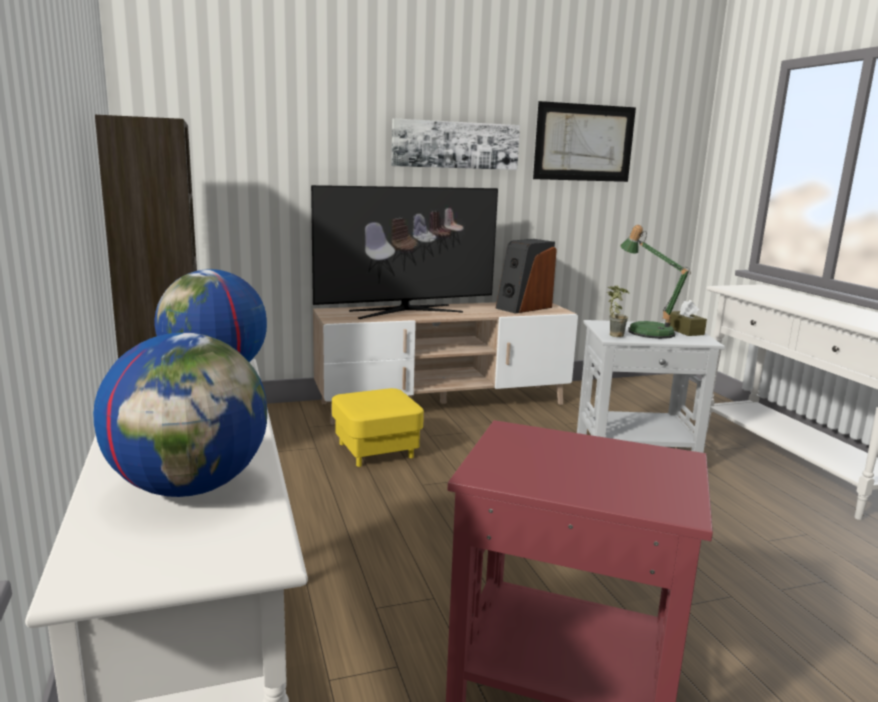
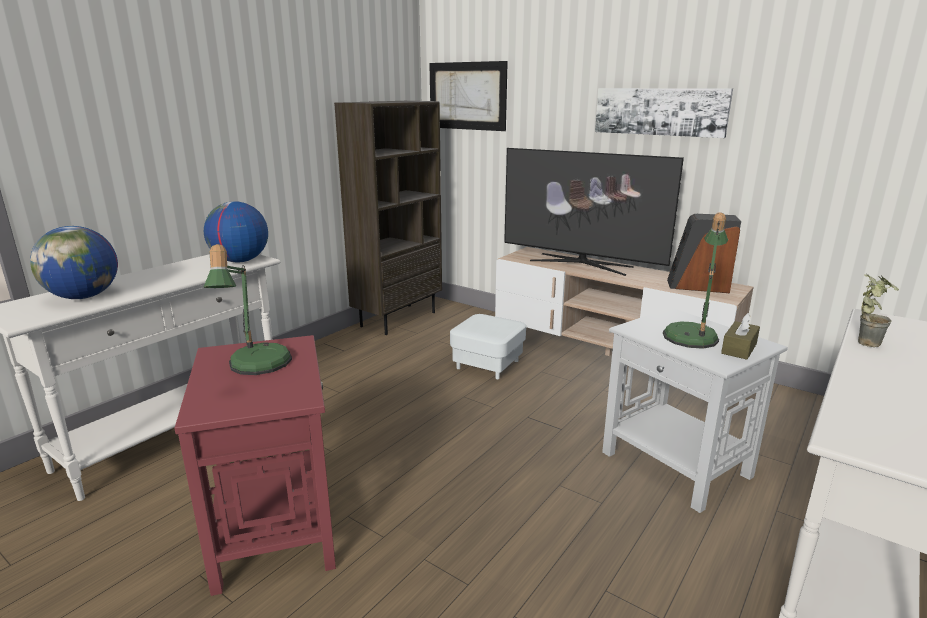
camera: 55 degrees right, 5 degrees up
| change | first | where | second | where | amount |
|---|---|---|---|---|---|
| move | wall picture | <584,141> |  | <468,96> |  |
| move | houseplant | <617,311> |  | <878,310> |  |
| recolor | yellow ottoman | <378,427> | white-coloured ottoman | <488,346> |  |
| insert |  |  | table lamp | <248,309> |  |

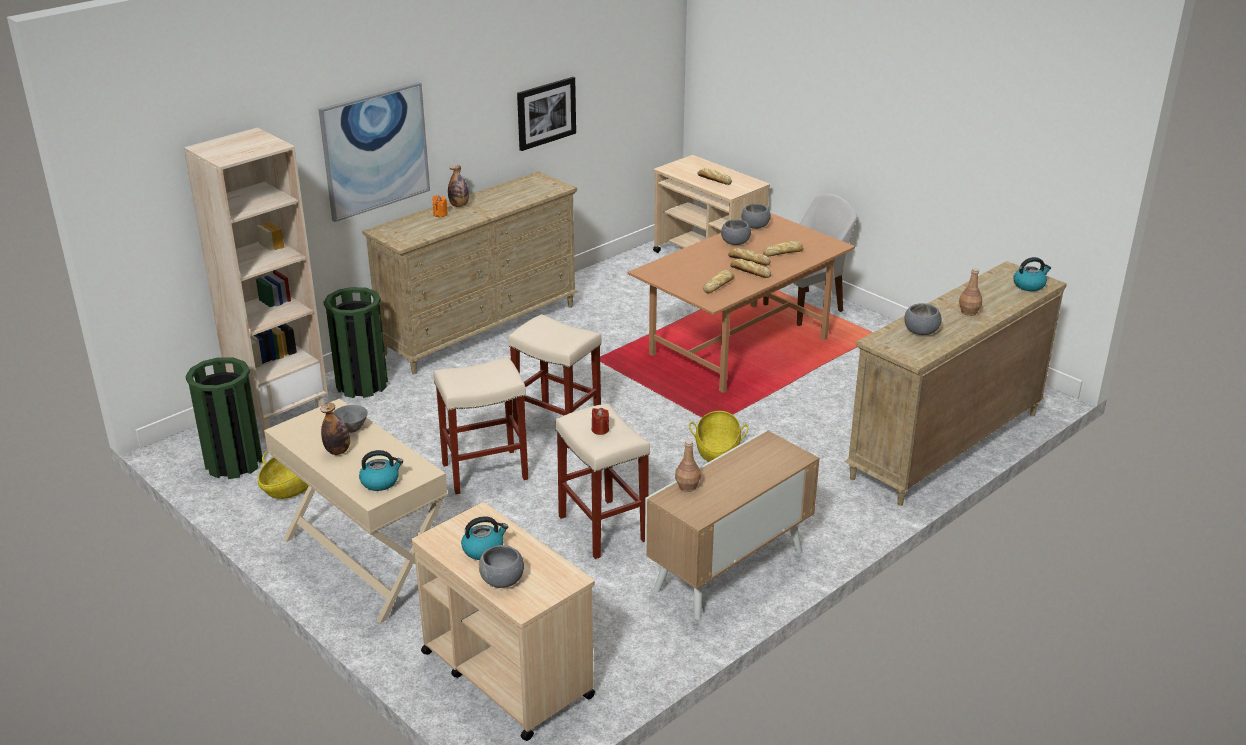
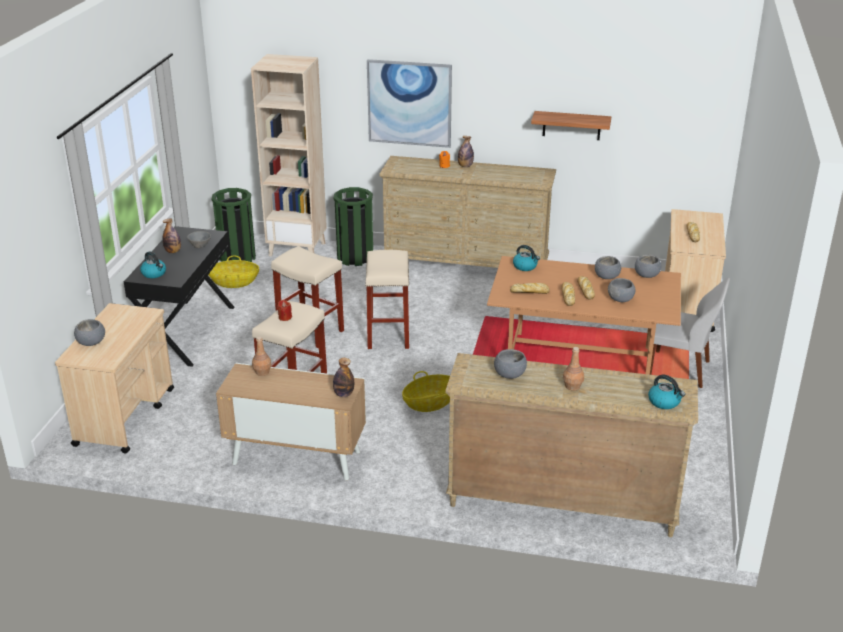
camera: 55 degrees right, 0 degrees up
| change | first | where | second | where | amount |
|---|---|---|---|---|---|
| replace | wall picture | <546,114> | wall shelf | <571,125> |  |
| replace | baked bread | <783,249> | grey deep dish | <622,290> |  |
| recolor | beige-coloured narrow table | <356,511> | black narrow table | <179,296> |  |
| move | kettle | <484,538> |  | <526,258> |  |
| insert |  |  | bottle | <343,377> |  |

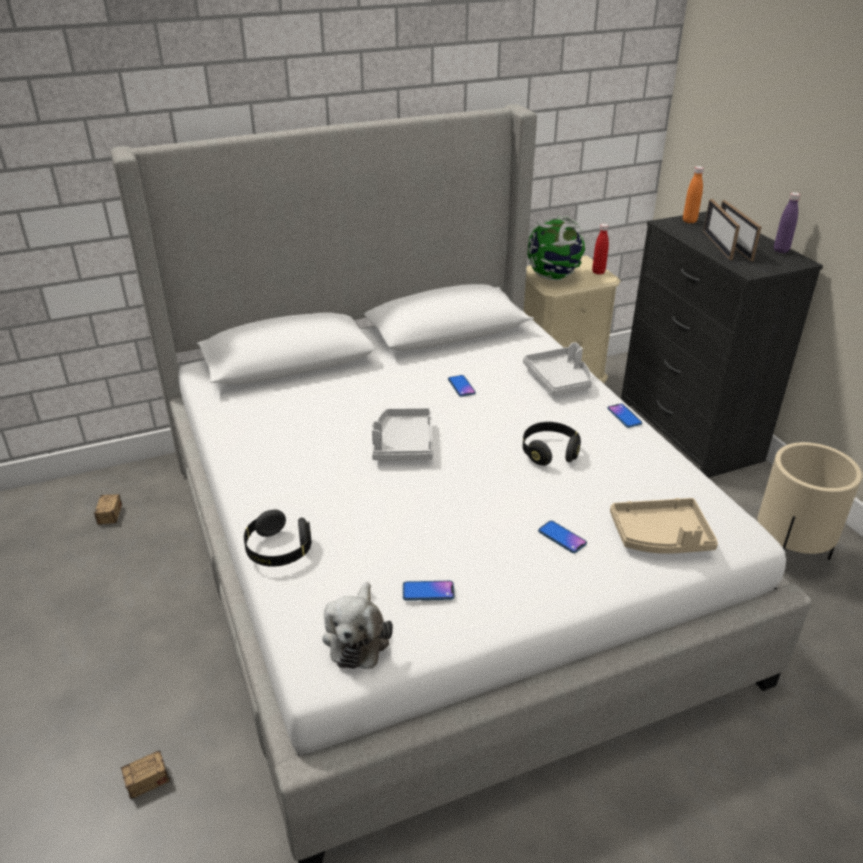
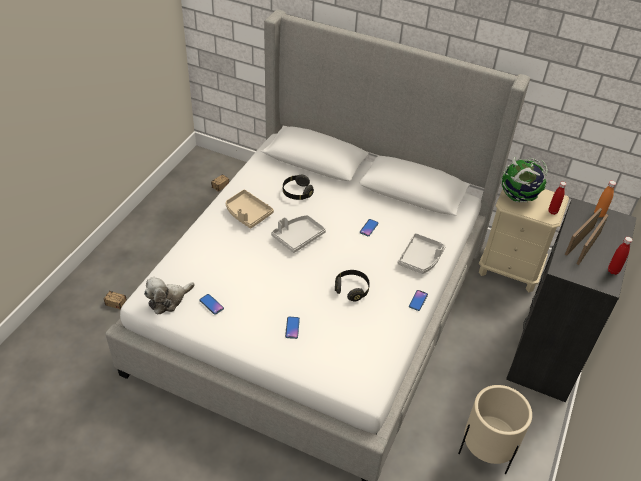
camera: 45 degrees right, 10 degrees up
| change | first | where | second | where | amount |
|---|---|---|---|---|---|
| recolor | purple bottle | <787,222> | red bottle | <620,256> |  |
| move | beige-coloured carrying tray | <664,526> |  | <249,208> |  |
| move | black headset | <278,538> |  | <298,187> |  |

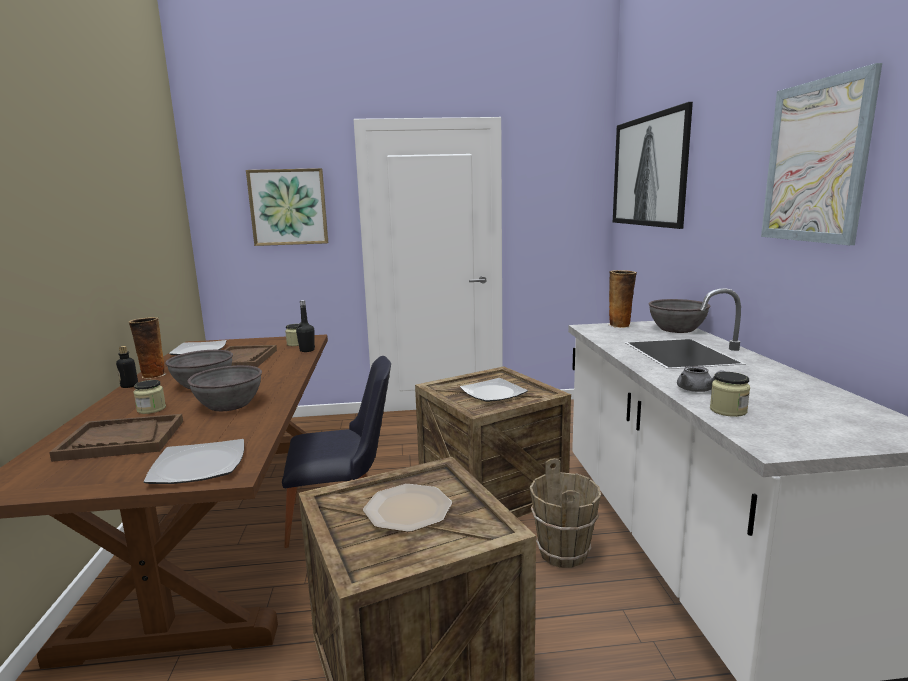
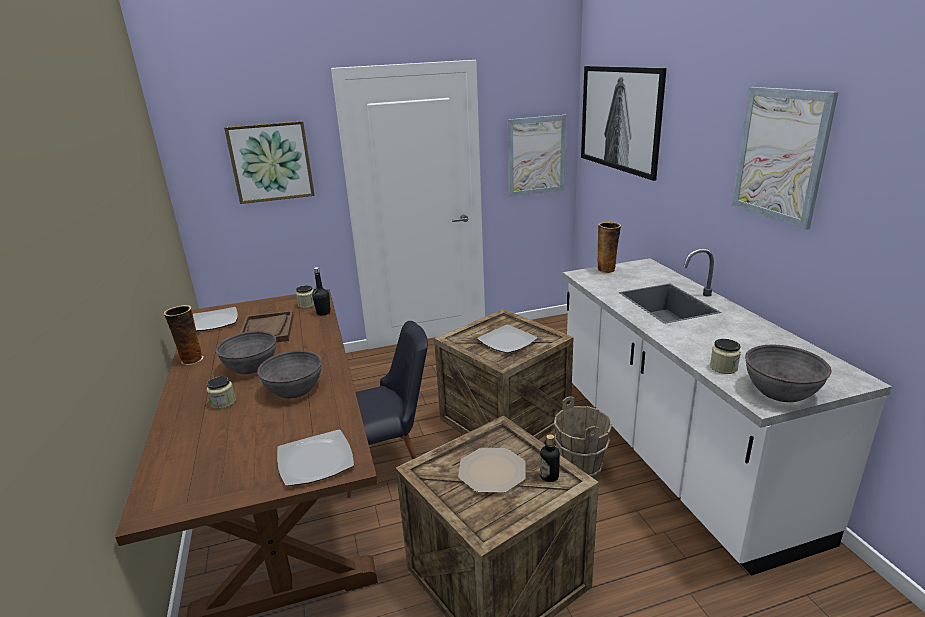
camera: 10 degrees left, 10 degrees up
| change | first | where | second | where | amount |
|---|---|---|---|---|---|
| move | grey deep dish | <679,316> |  | <788,373> |  |
| move | bottle | <127,367> |  | <550,458> |  |
| delete | grey tea pot | <701,379> |  |  |  |
| delete | brown carrying tray | <116,438> |  |  |  |
| insert |  |  | wall picture | <536,156> |  |

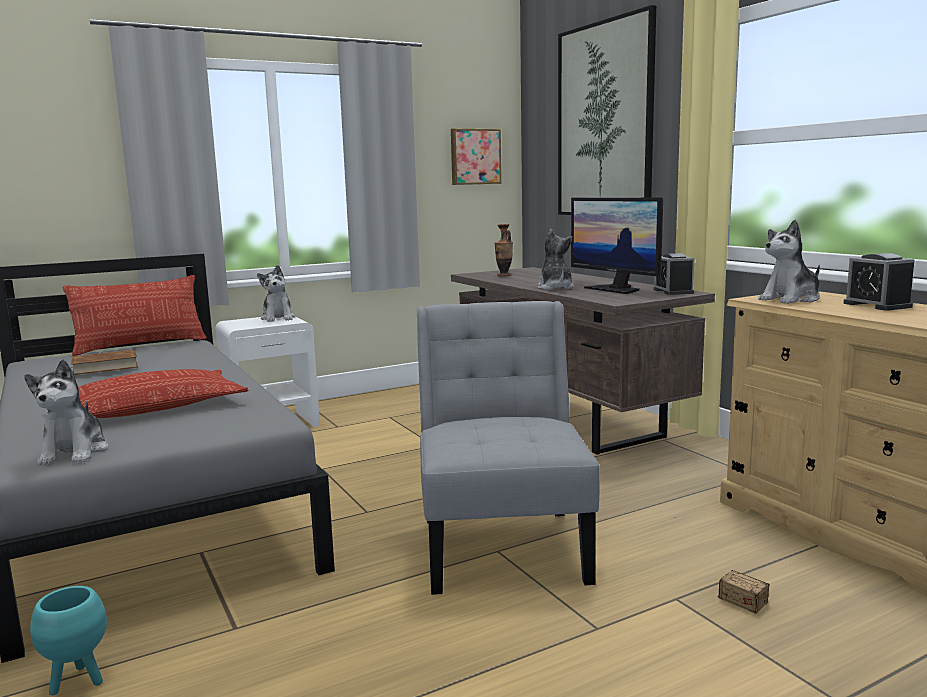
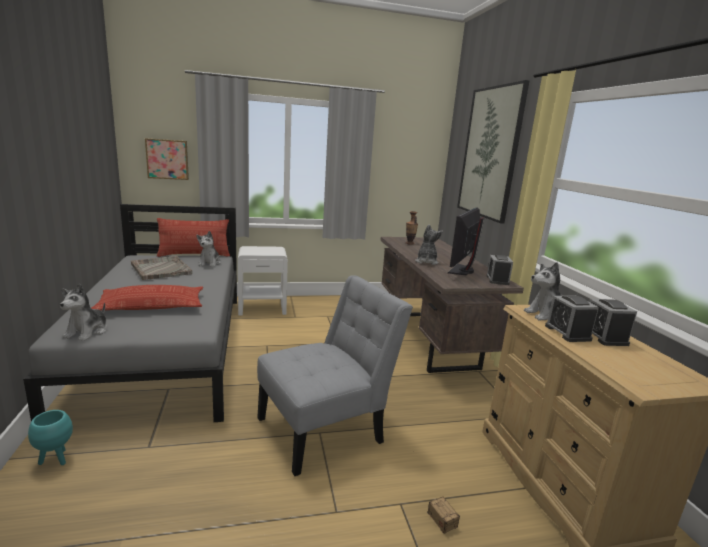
camera: 15 degrees right, 5 degrees up
| change | first | where | second | where | amount |
|---|---|---|---|---|---|
| move | wall picture | <476,156> |  | <167,159> |  |
| rotate | computer screen | <617,246> |  | <466,241> | 45 degrees clockwise |
| move | cuddly toy | <276,293> |  | <208,249> |  |
| rotate | grey chair | <508,448> |  | <335,375> | 45 degrees clockwise |
| replace | brown volume | <104,362> | grey carrying tray | <161,268> |  |
| insert |  |  | table clock | <572,319> |  |

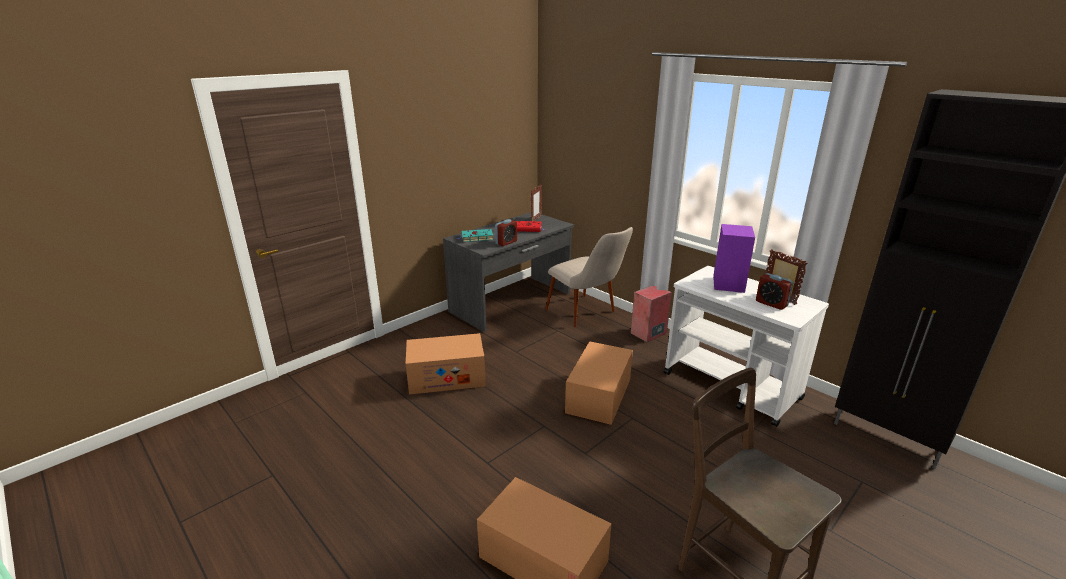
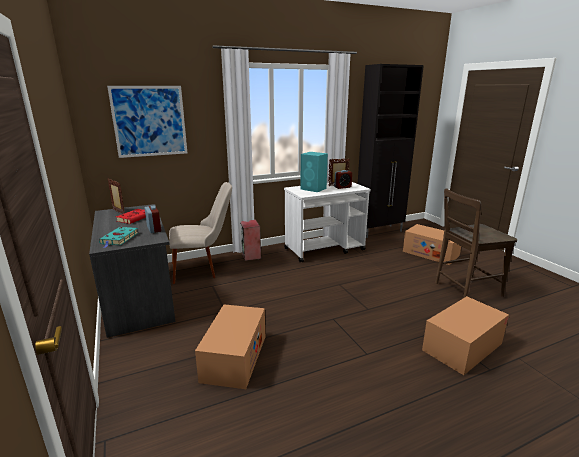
camera: 70 degrees left, 5 degrees down
| change | first | where | second | where | amount |
|---|---|---|---|---|---|
| recolor | purple loudspeaker | <734,258> | turquoise-coloured loudspeaker | <314,172> |  |
| move | cardboard box | <599,383> |  | <432,244> |  |
| insert |  |  | wall picture | <147,122> |  |

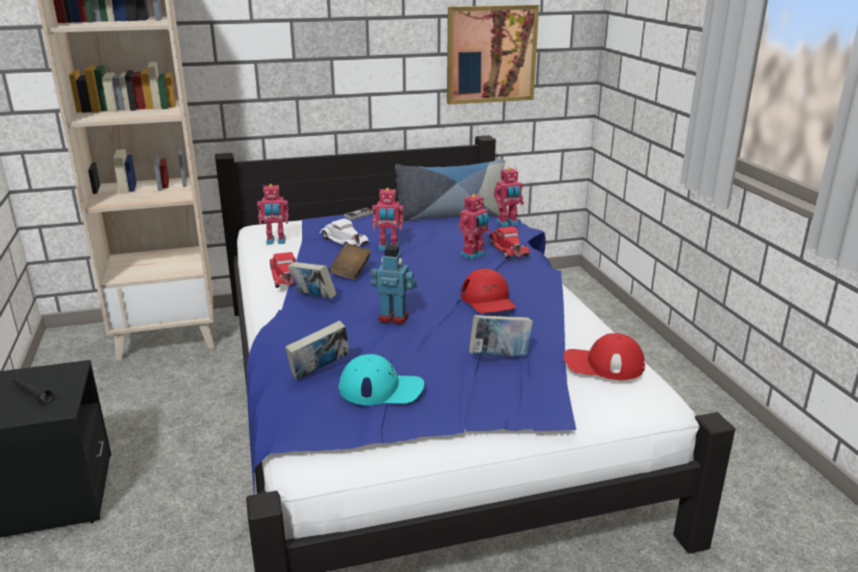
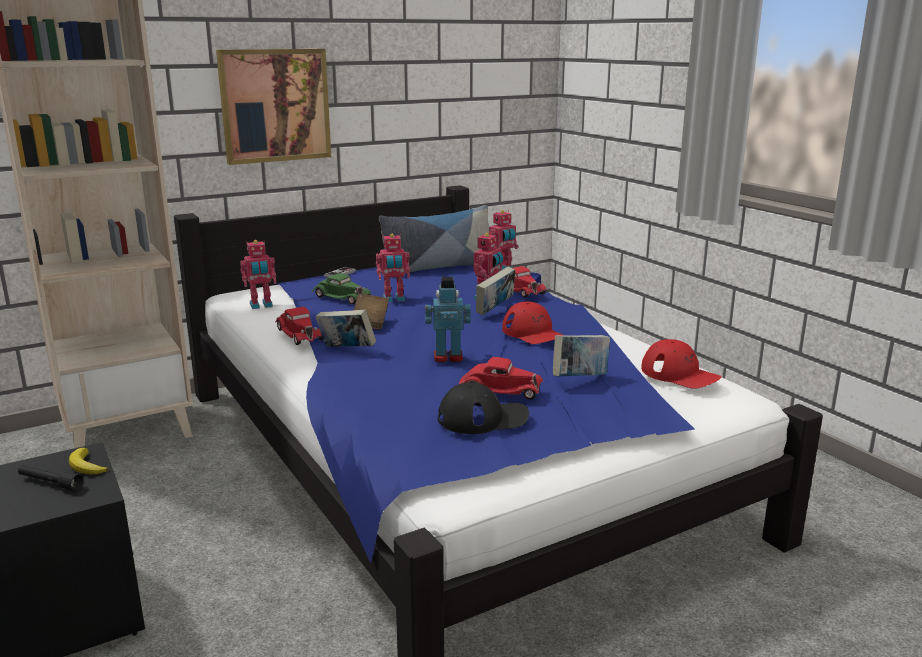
camera: 15 degrees left, 5 degrees down
| change | first | where | second | where | amount |
|---|---|---|---|---|---|
| move | wall picture | <493,55> |  | <273,107> |  |
| recolor | white-coloured model car | <344,232> | green-coloured model car | <341,288> |  |
| move | volume | <317,350> |  | <495,290> |  |
| rotate | red cap | <604,356> |  | <681,364> | 135 degrees counterclockwise |
| recolor | turquoise-coloured cap | <381,379> | black cap | <483,408> |  |
| insert |  |  | red model car | <501,378> |  |
| insert |  |  | banana | <89,461> |  |

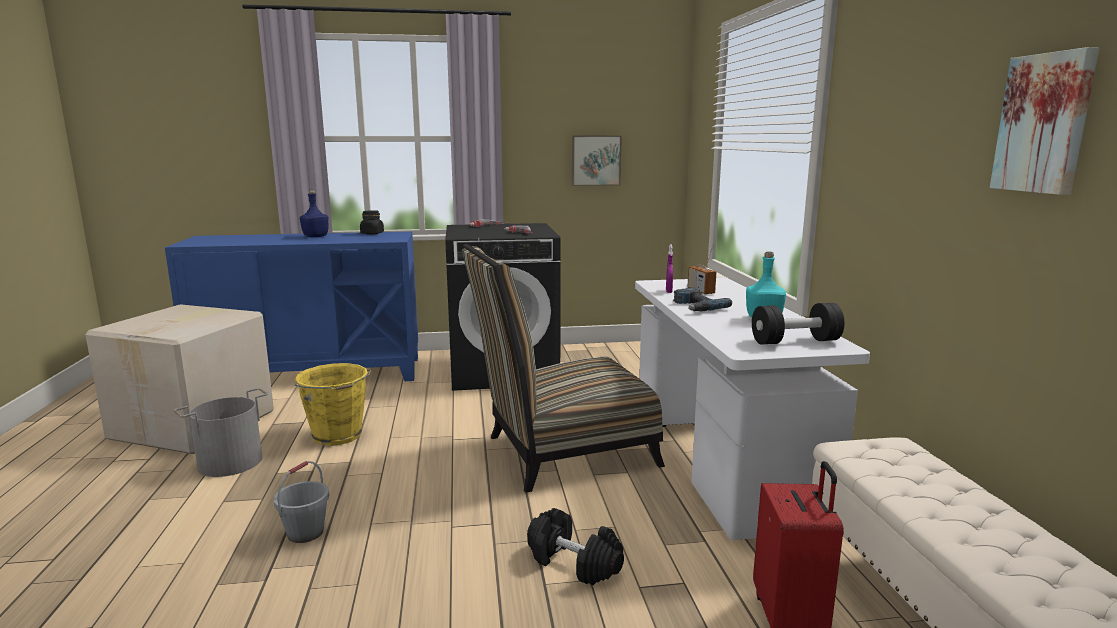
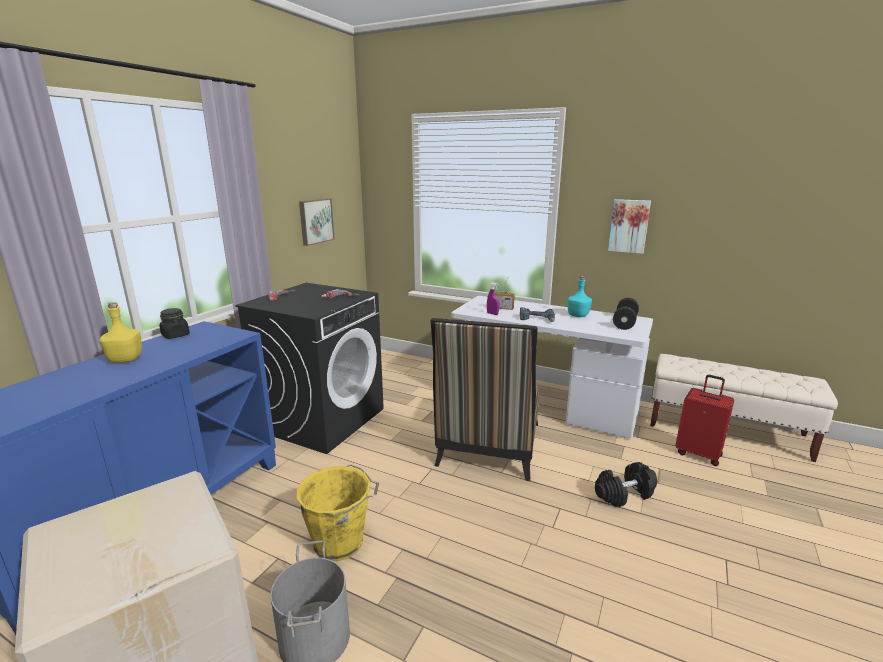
camera: 55 degrees left, 5 degrees up
| change | first | where | second | where | amount |
|---|---|---|---|---|---|
| move | wall picture | <1044,121> |  | <629,226> |  |
| recolor | bluish bottle | <314,213> | yellow bottle | <120,332> |  |
| delete | grey pail | <301,502> |  |  |  |

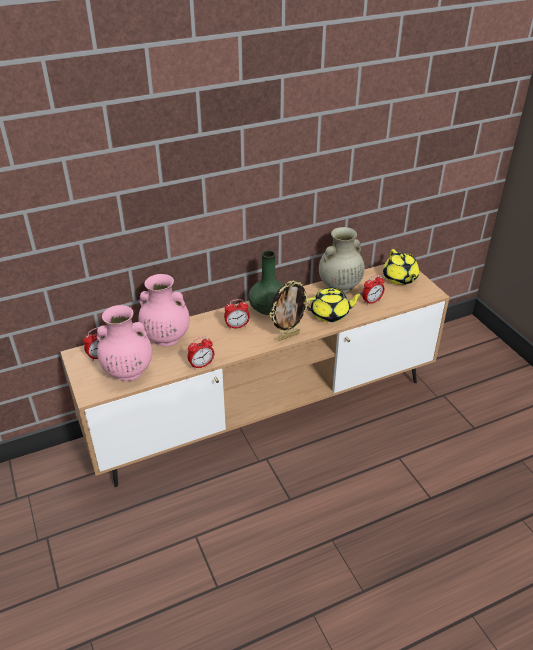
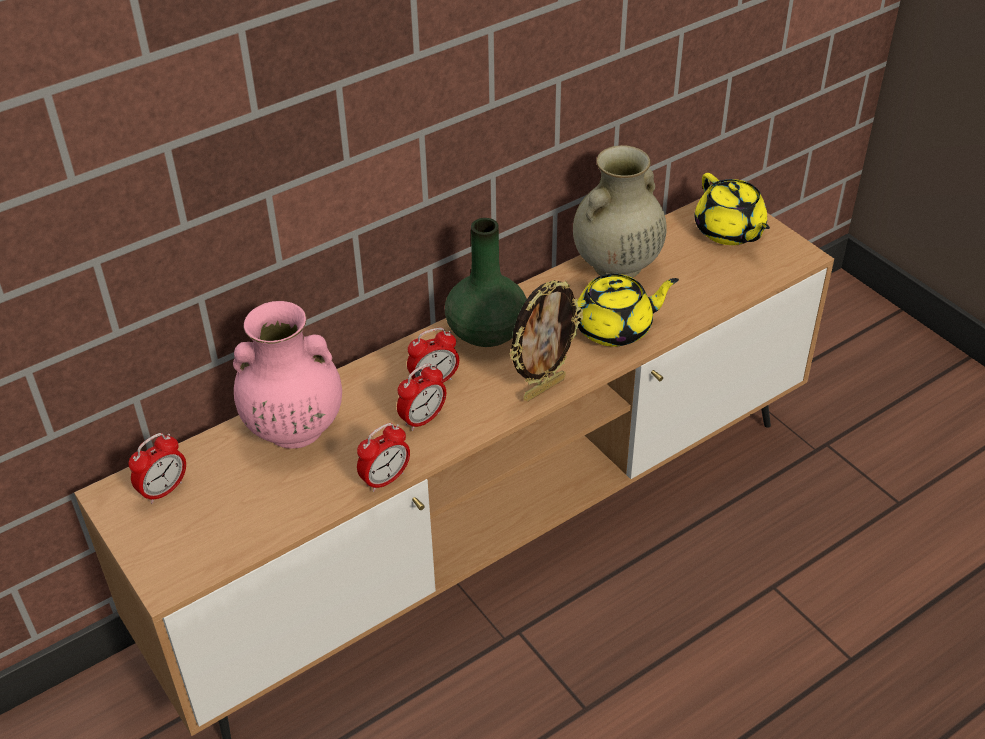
camera: 10 degrees left, 5 degrees up
| change | first | where | second | where | amount |
|---|---|---|---|---|---|
| move | table clock | <373,289> |  | <421,397> |  |
| delete | pinkish flower vase | <124,343> |  |  |  |

